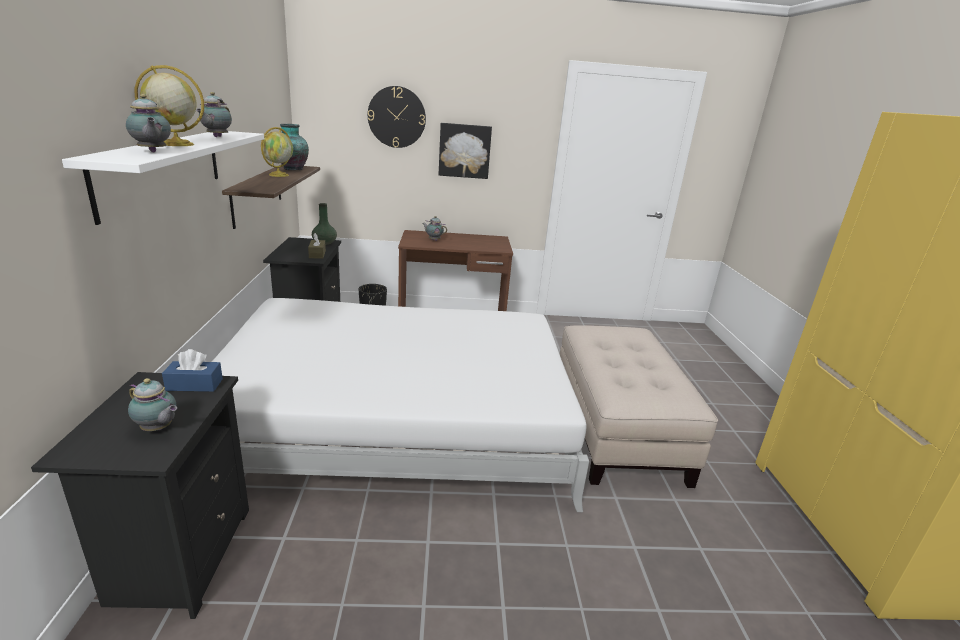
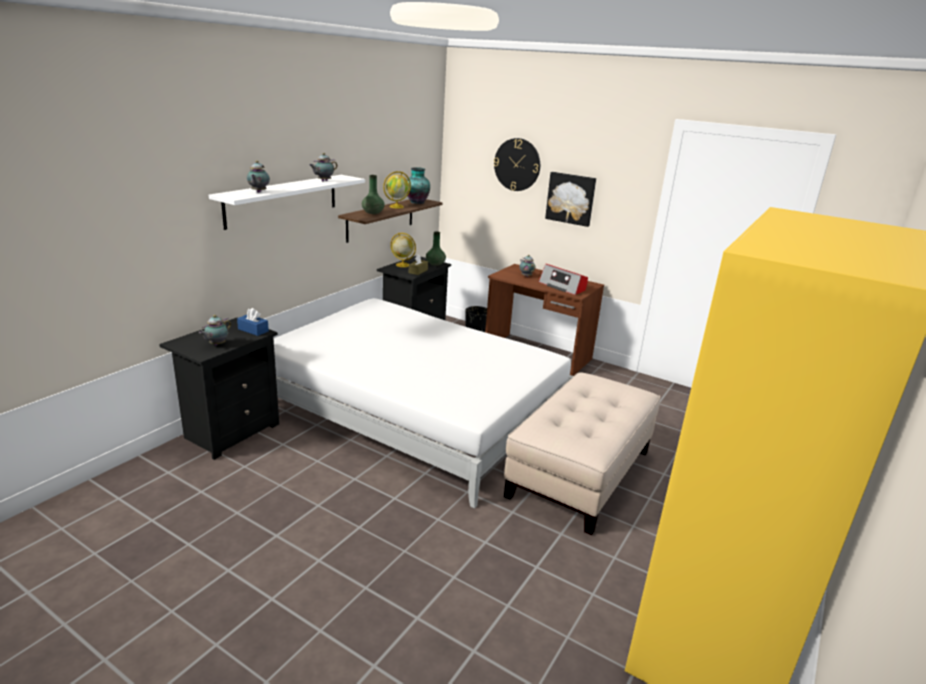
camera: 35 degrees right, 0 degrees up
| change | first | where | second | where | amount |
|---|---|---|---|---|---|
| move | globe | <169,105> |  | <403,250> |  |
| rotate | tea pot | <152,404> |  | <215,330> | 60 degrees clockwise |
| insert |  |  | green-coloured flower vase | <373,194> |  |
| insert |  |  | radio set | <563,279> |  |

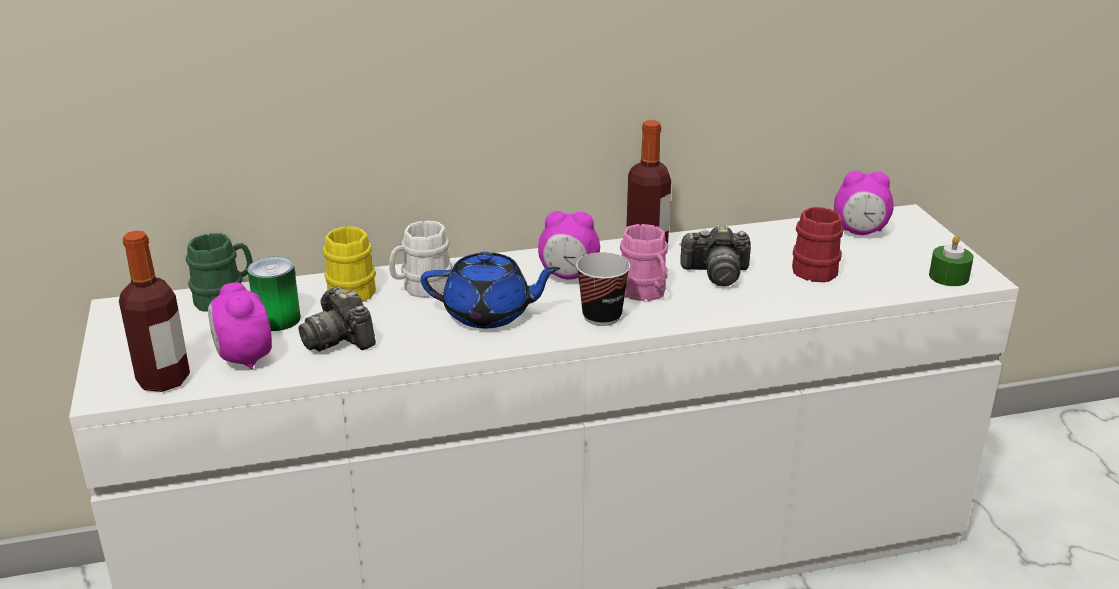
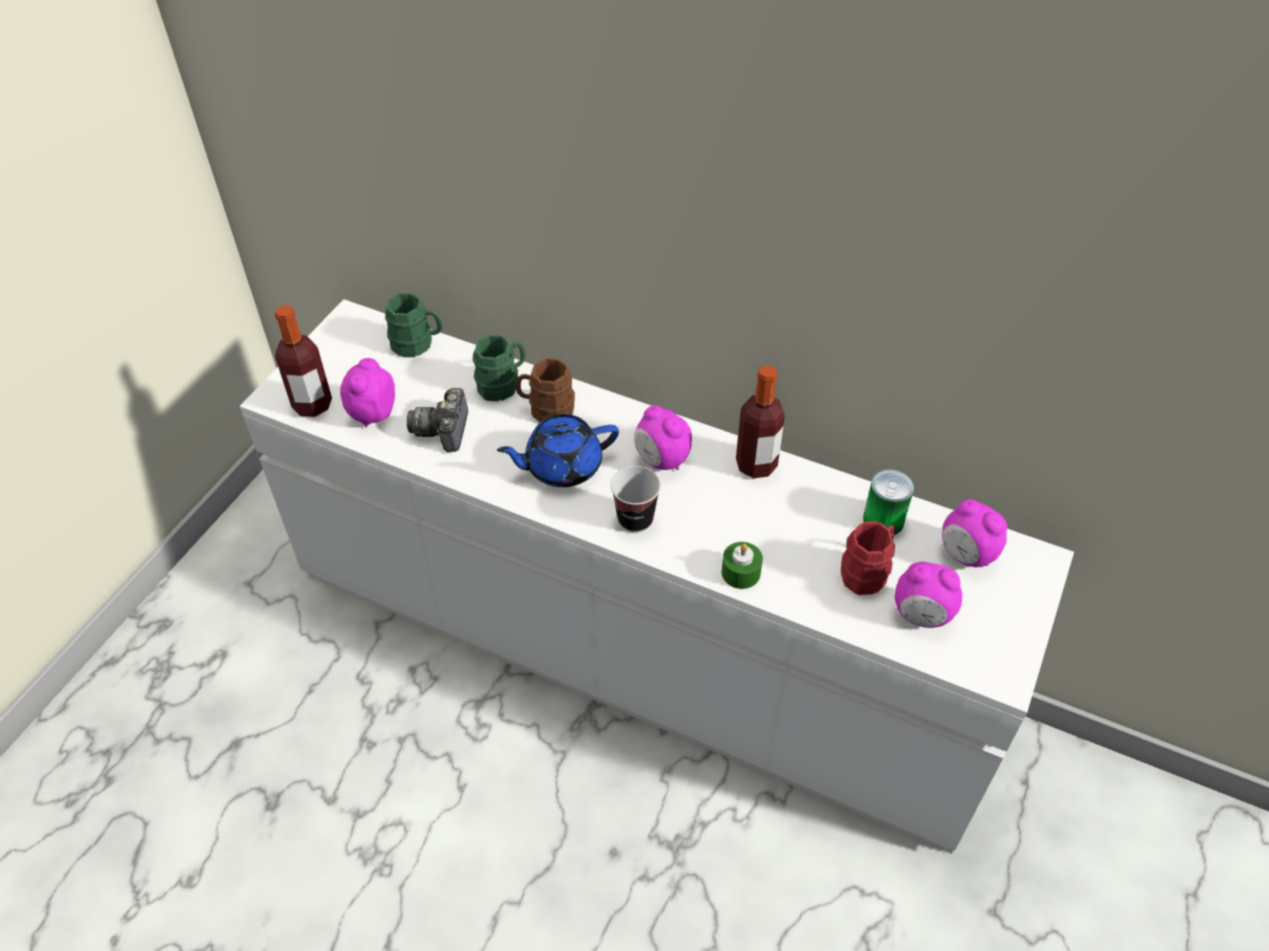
camera: 40 degrees right, 20 degrees up
| change | first | where | second | where | amount |
|---|---|---|---|---|---|
| recolor | white-coloured tea mug | <420,259> | brown tea mug | <545,390> |  |
| delete | pinkish tea mug | <644,262> |  |  |  |
| delete | photo camera | <715,256> |  |  |  |
| recolor | yellow tea mug | <349,264> | green-coloured tea mug | <499,368> |  |
| move | green-coloured candle | <951,260> |  | <742,565> |  |
| rotate | bluish tea pot | <490,290> |  | <558,450> | 120 degrees clockwise |
| move | metal can | <274,293> |  | <888,502> |  |
| insert |  |  | table clock | <928,595> |  |

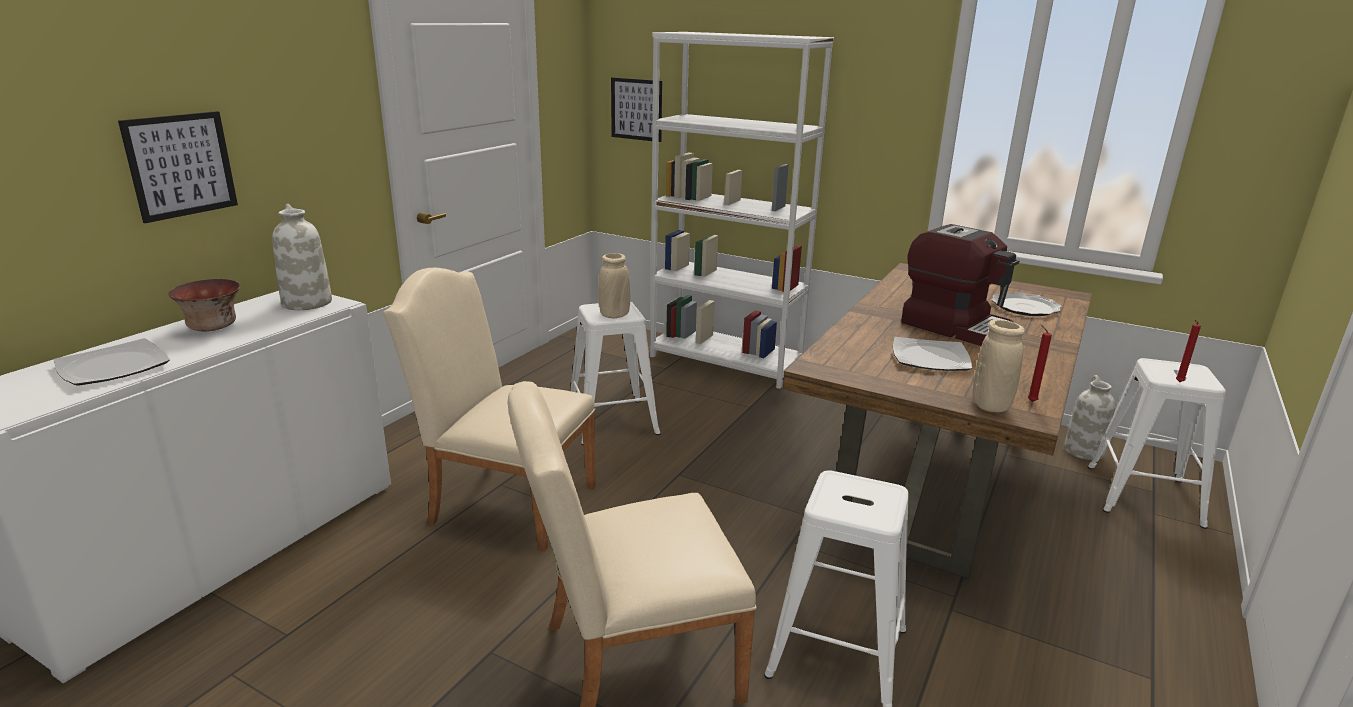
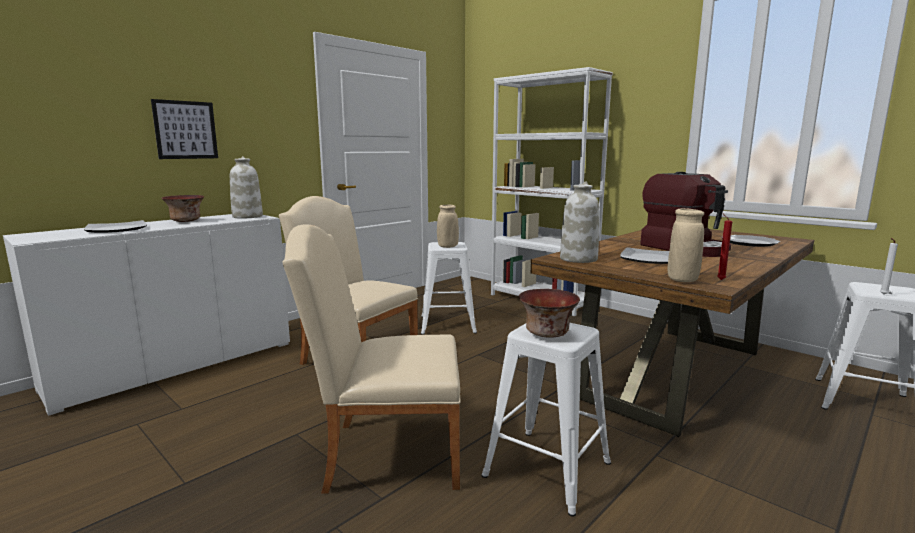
camera: 15 degrees right, 10 degrees down
| change | first | where | second | where | amount |
|---|---|---|---|---|---|
| delete | wall picture | <636,109> |  |  |  |
| recolor | red candle | <1188,351> | white-coloured candle | <889,266> |  |
| move | white-coloured flower vase | <1089,417> |  | <579,222> |  |
| insert |  |  | deep dish | <549,313> |  |

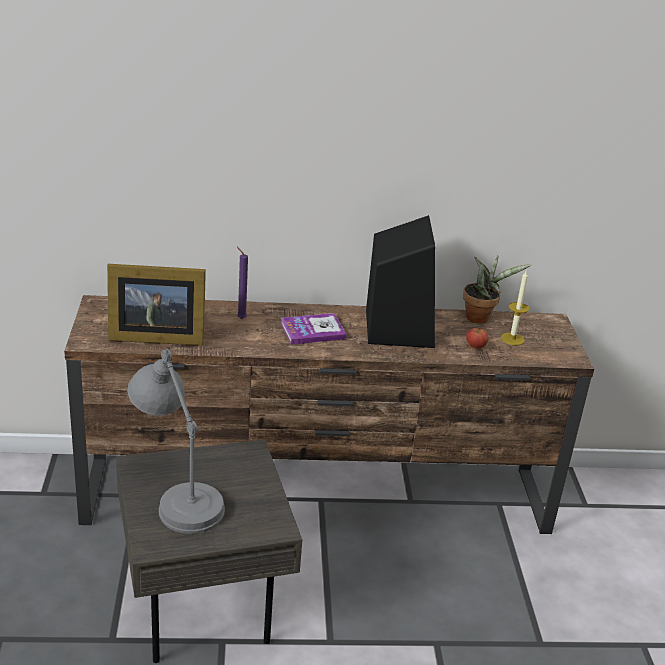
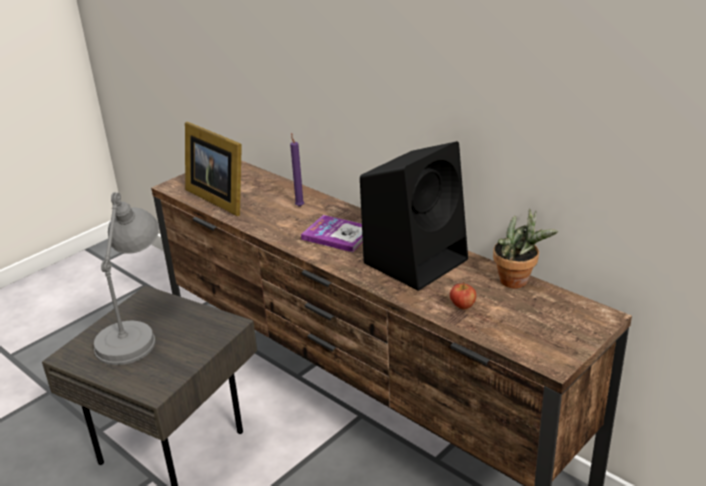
camera: 50 degrees right, 0 degrees up
| change | first | where | second | where | amount |
|---|---|---|---|---|---|
| delete | candle | <515,308> |  |  |  |

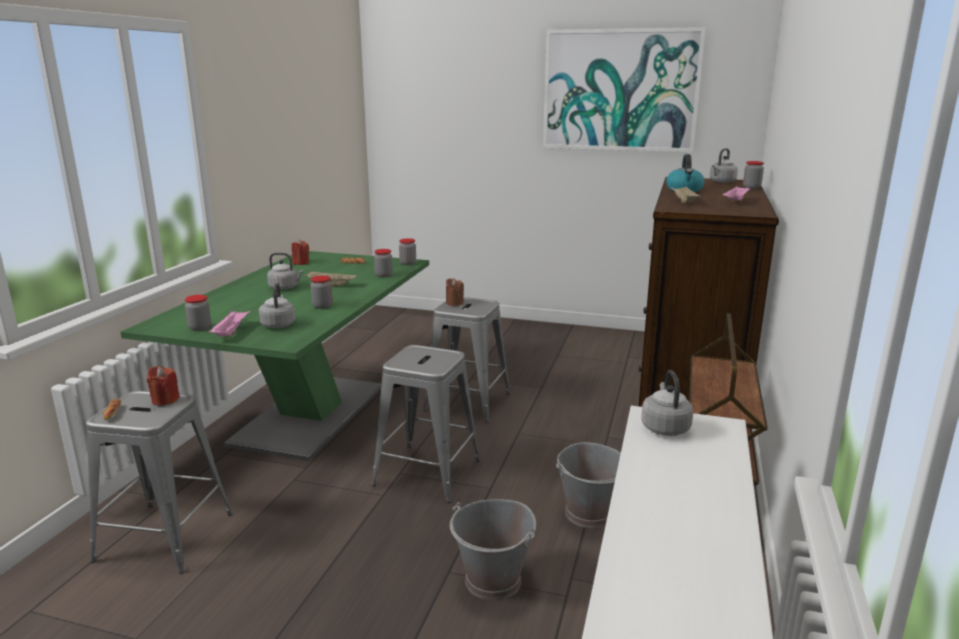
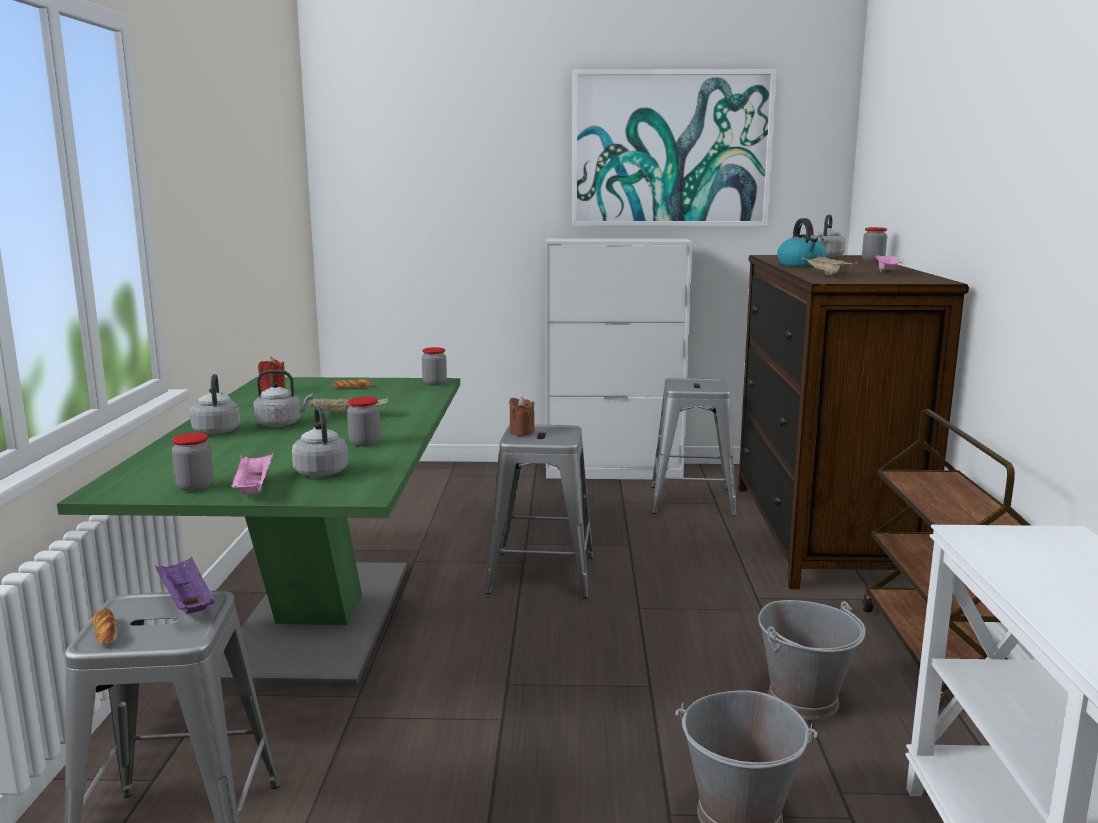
camera: 15 degrees left, 5 degrees down
| change | first | where | second | where | amount |
|---|---|---|---|---|---|
| delete | preserve jar | <383,263> |  |  |  |
| move | grey sitting stool | <425,424> |  | <694,447> |  |
| replace | red candle | <163,386> | purple carrying tray | <185,586> |  |
| move | grey kettle | <667,403> |  | <215,404> |  |
| insert |  |  | white-coloured cupboard | <619,358> |  |

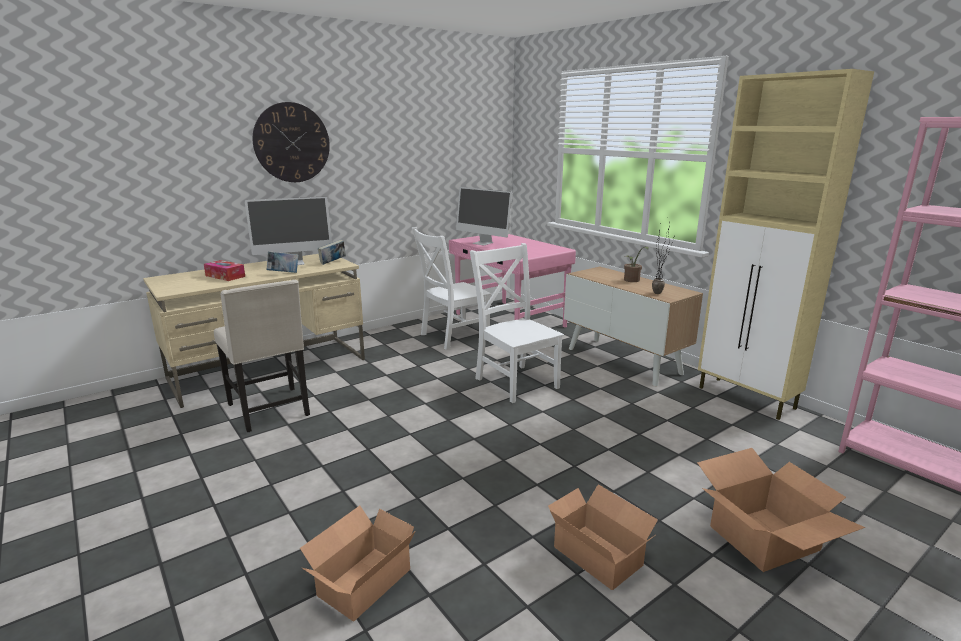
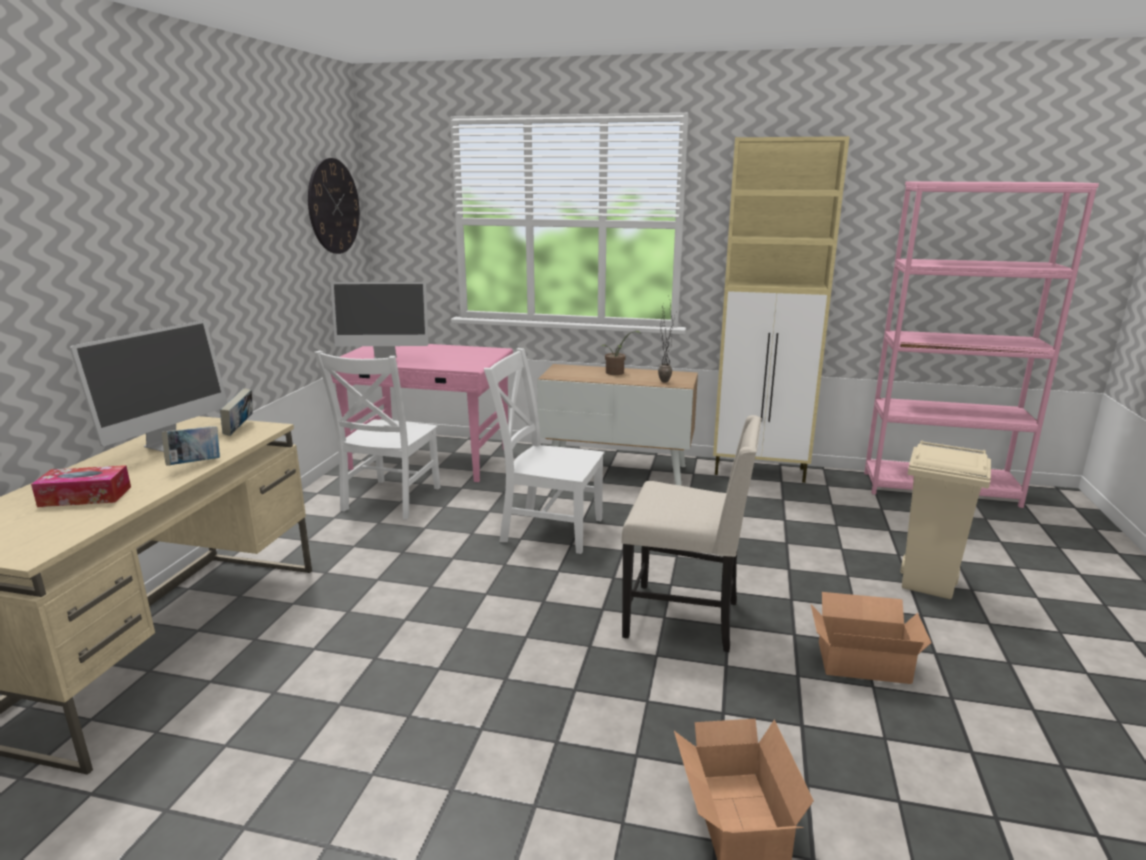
camera: 40 degrees left, 0 degrees up
| change | first | where | second | where | amount |
|---|---|---|---|---|---|
| move | hanging clock | <291,142> |  | <334,206> |  |
| move | beige-coloured chair | <262,356> |  | <691,533> |  |
| replace | cardboard box | <781,510> | beige-coloured trash can | <945,520> |  |

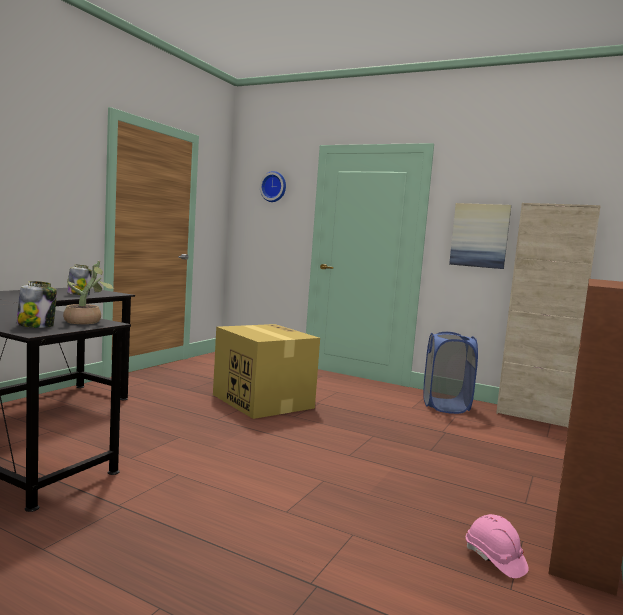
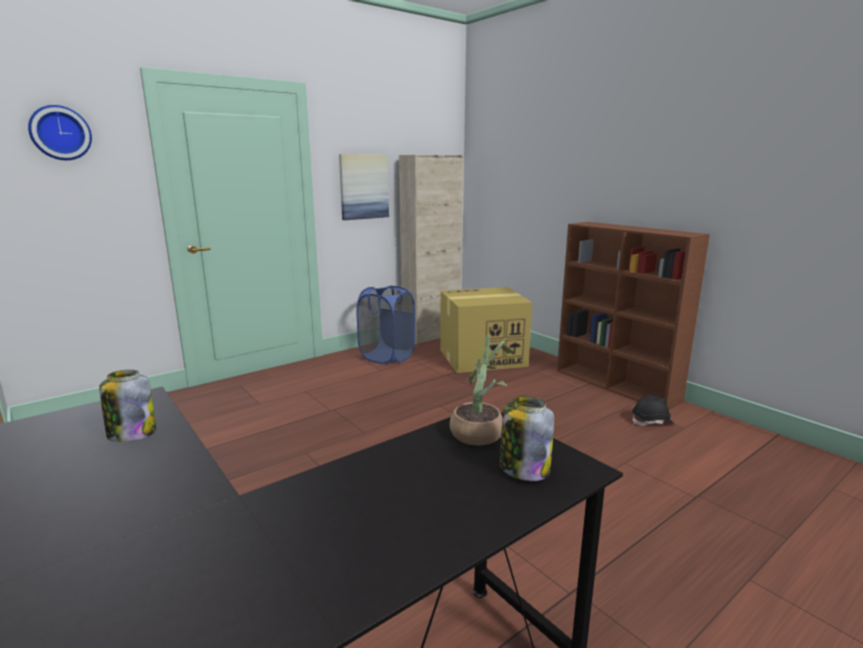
camera: 65 degrees left, 10 degrees up
| change | first | where | second | where | amount |
|---|---|---|---|---|---|
| move | cardboard box | <266,371> |  | <486,330> |  |
| recolor | pinkish safety helmet | <497,546> | black safety helmet | <653,410> |  |

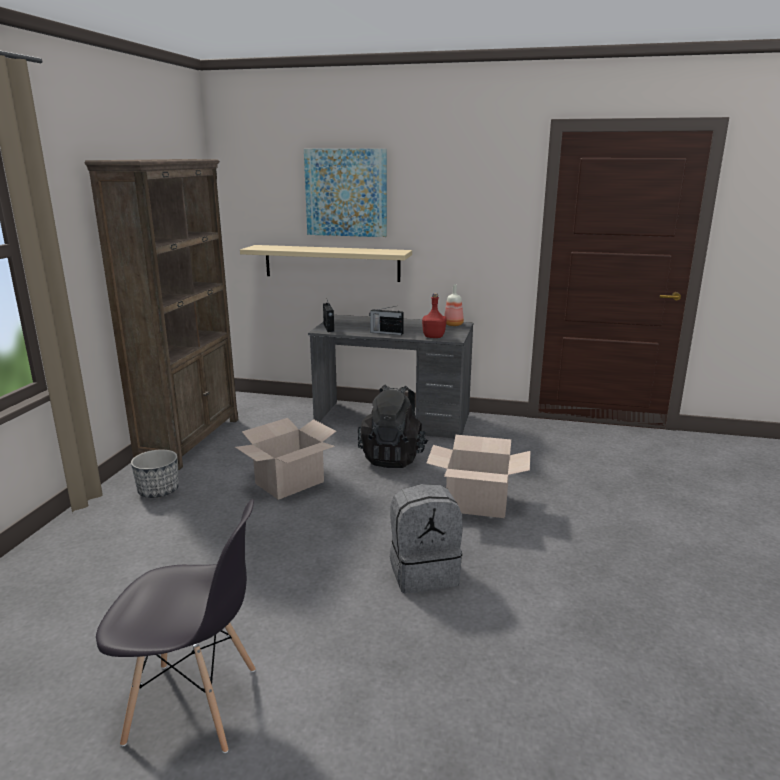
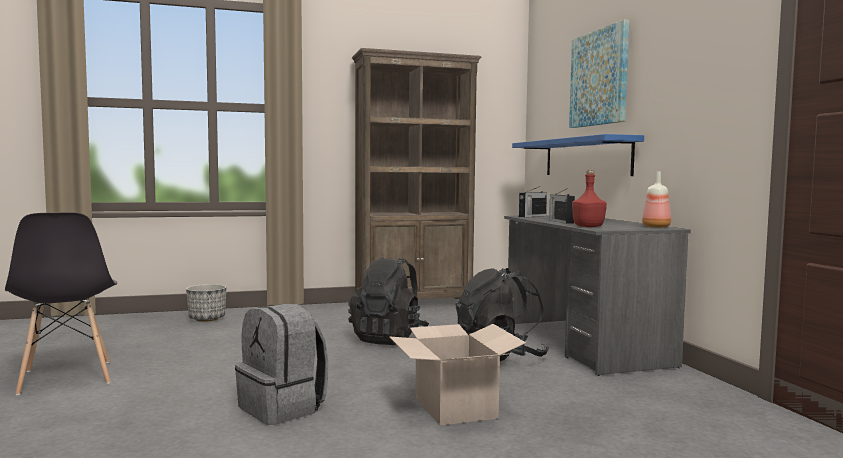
camera: 60 degrees right, 15 degrees down
| change | first | where | second | where | amount |
|---|---|---|---|---|---|
| recolor | beige-coloured wall shelf | <326,263> | bluish wall shelf | <578,155> |  |
| replace | cardboard box | <285,459> | black knapsack | <388,301> |  |
| move | flower pot | <155,474> |  | <206,303> |  |

